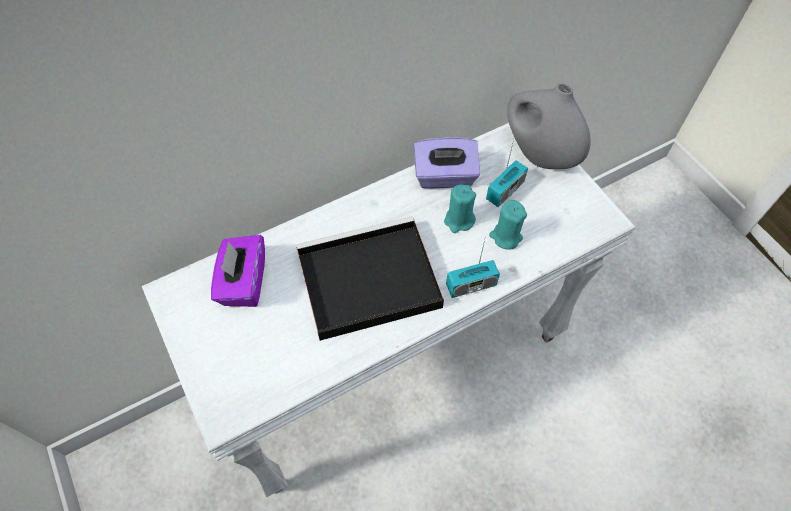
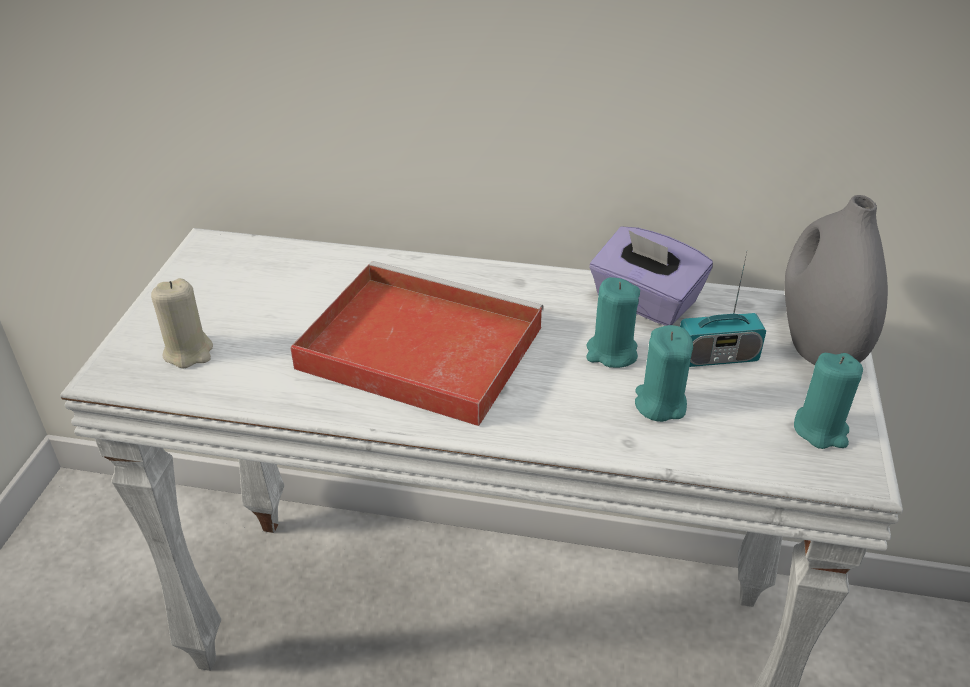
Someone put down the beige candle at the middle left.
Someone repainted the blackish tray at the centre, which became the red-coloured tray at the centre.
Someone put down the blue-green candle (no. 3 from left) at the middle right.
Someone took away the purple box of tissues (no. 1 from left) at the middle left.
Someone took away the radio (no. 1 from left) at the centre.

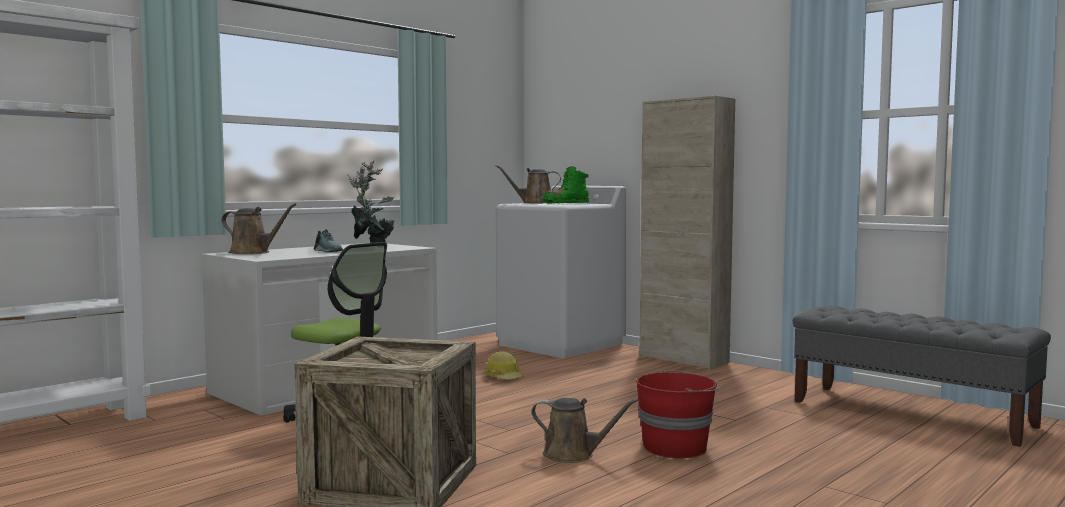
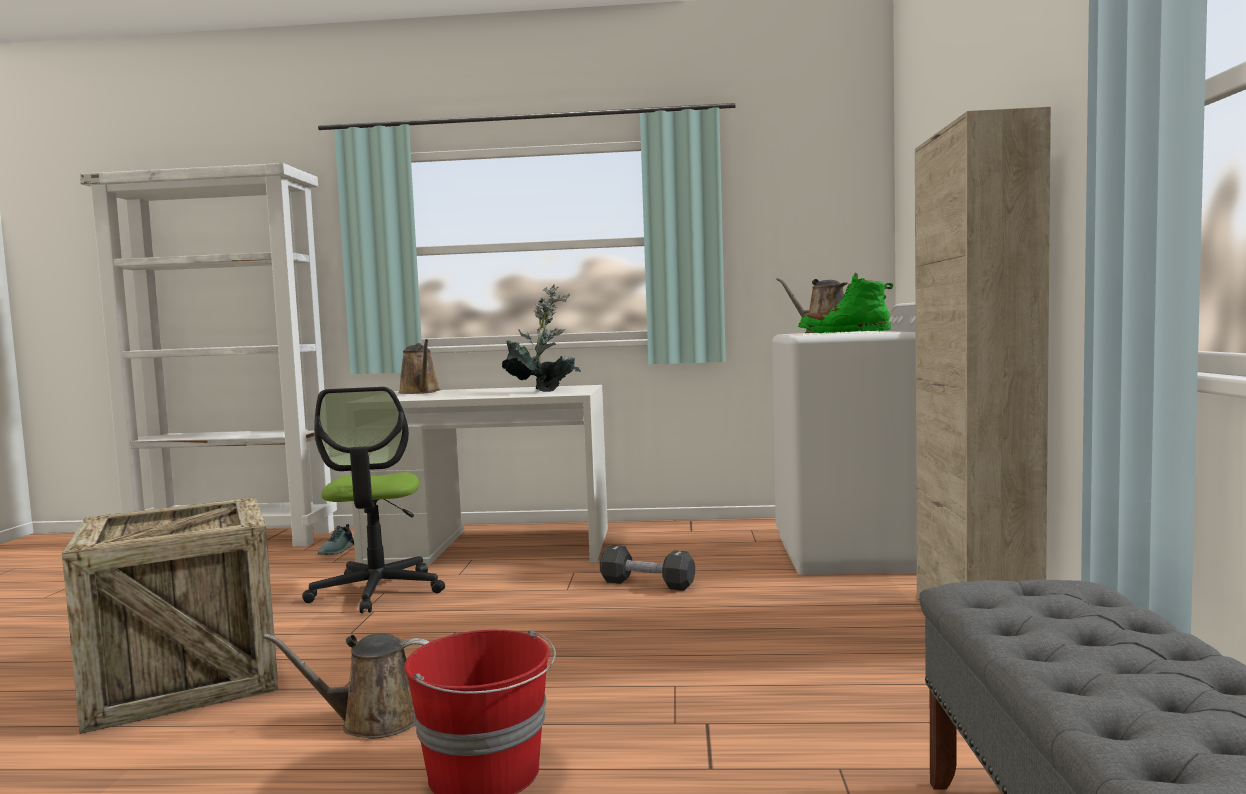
Someone rotated the brown watering pot (no. 3 from left in the first image) at the bottom centre by 105 degrees clockwise.
Someone carried the item of footwear from the middle left to the bottom left.
Someone swapped the work helmet at the bottom centre for the blackish free weight at the bottom centre.

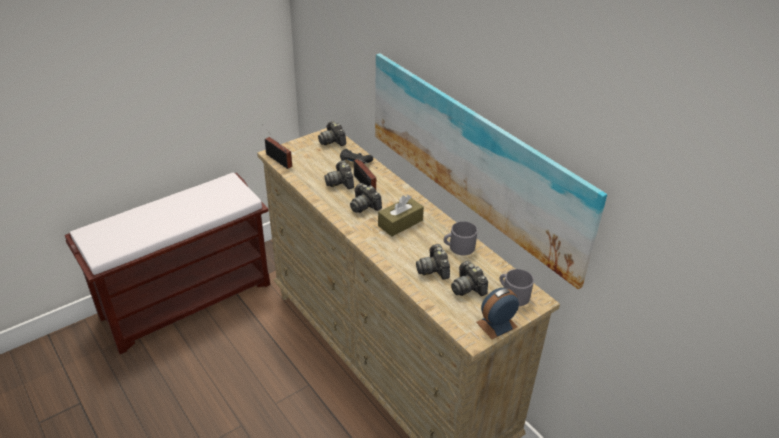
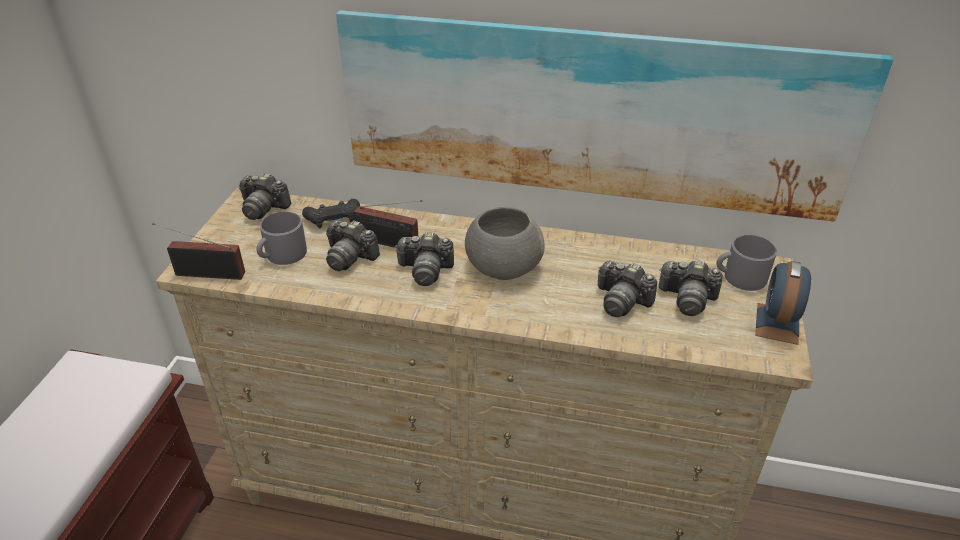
Someone carried the grey tea mug (no. 1 from left) from the centre to the middle left.
Someone swapped the brown box of tissues at the centre for the grey serving bowl at the centre.

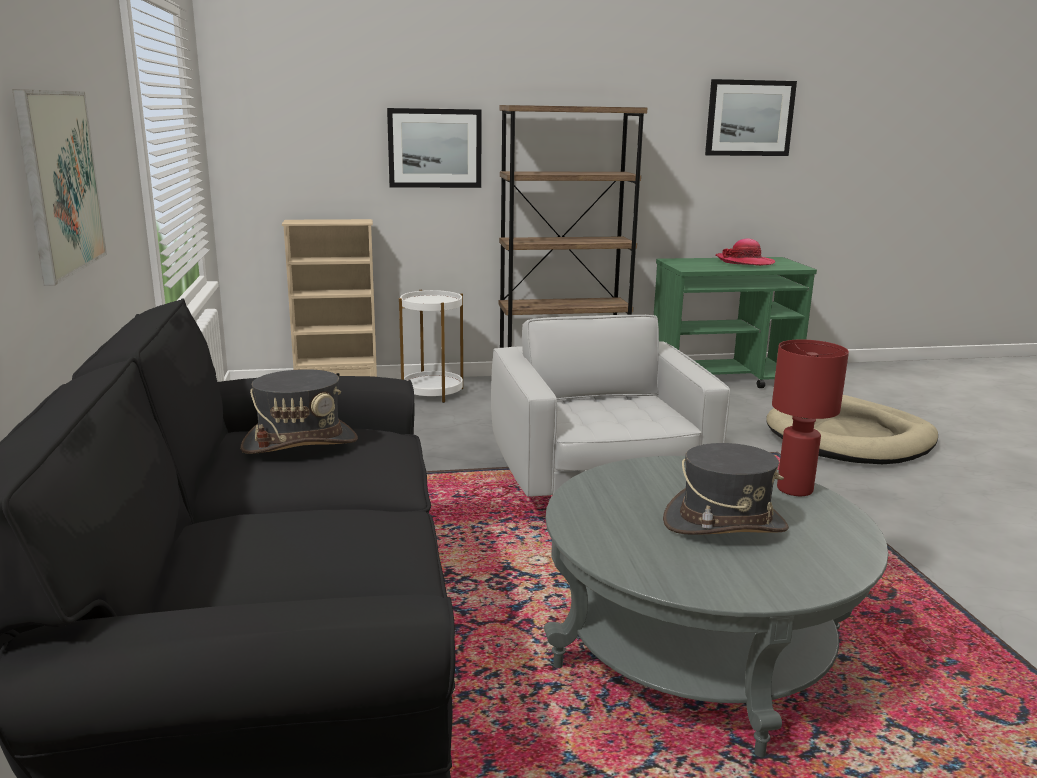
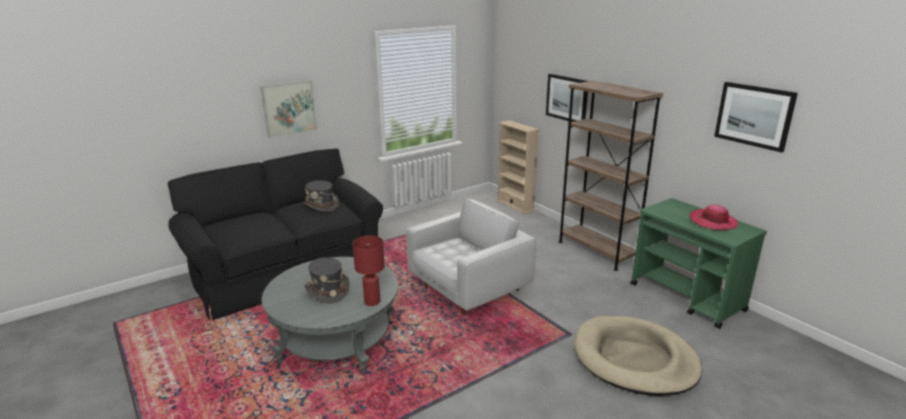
Someone took away the whitish end table at the centre.

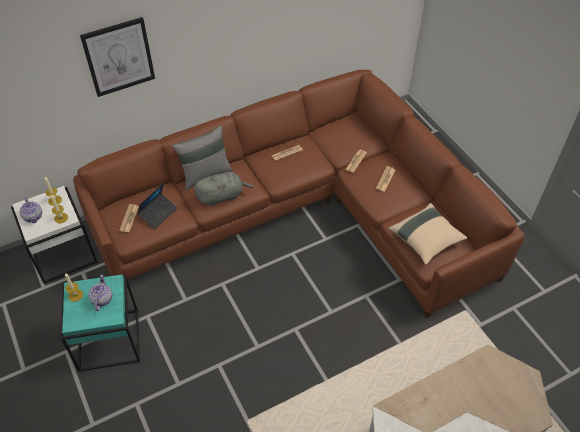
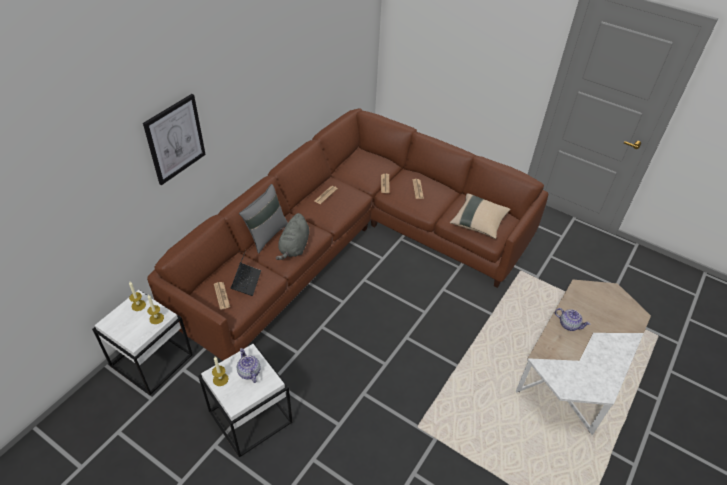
Someone repainted the blue-green end table at the bottom left, which became the whitish end table (no. 2 from left) at the bottom centre.
Someone rotated the grey plush toy at the centre by 150 degrees clockwise.
Someone carried the pot for tea (no. 1 from left in the first image) from the middle left to the middle right.

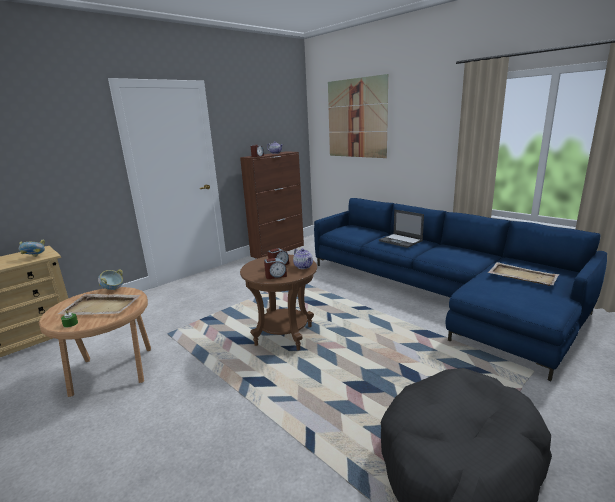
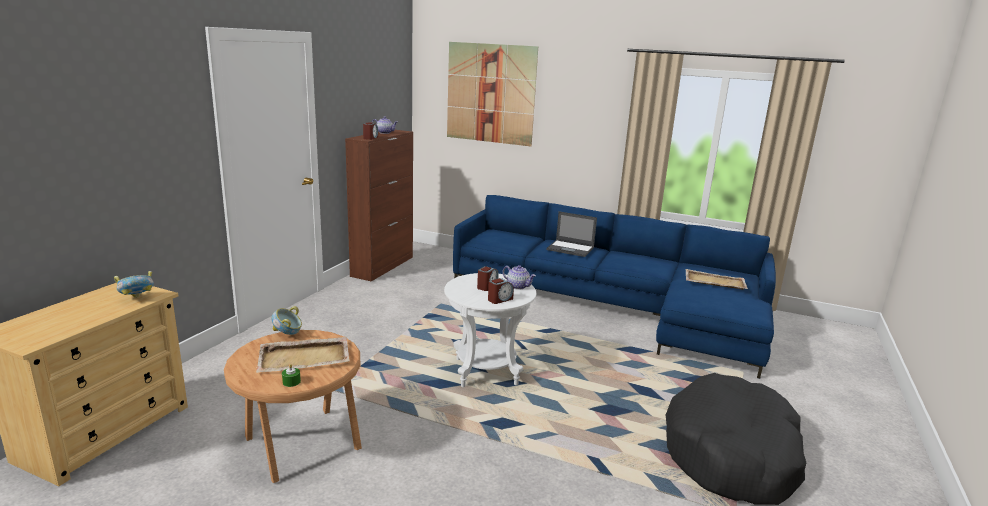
Someone repainted the brown end table (no. 2 from left) at the centre, which became the whitish end table at the centre.

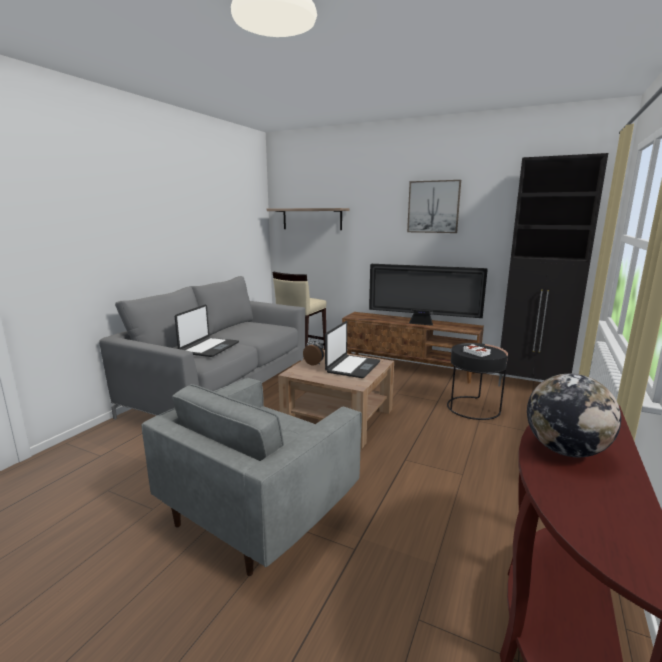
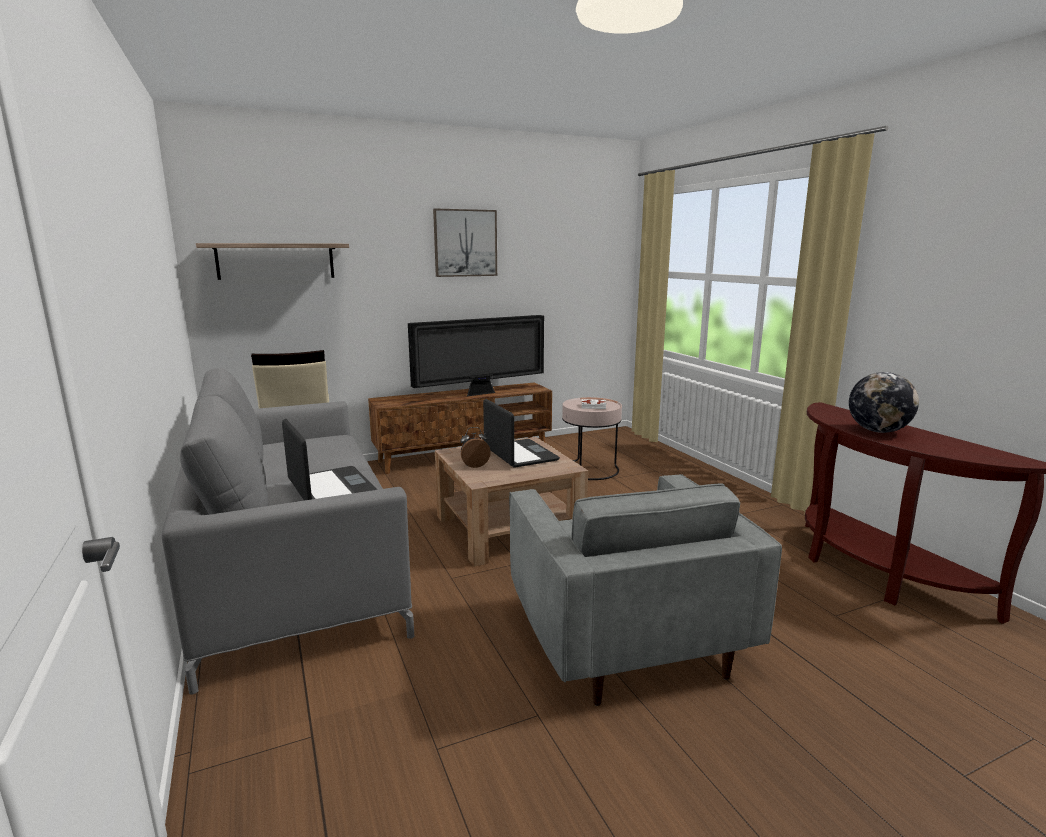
Someone repainted the blackish end table at the middle right, which became the pink-coloured end table at the centre.
Someone took away the blackish cabinet at the middle right.

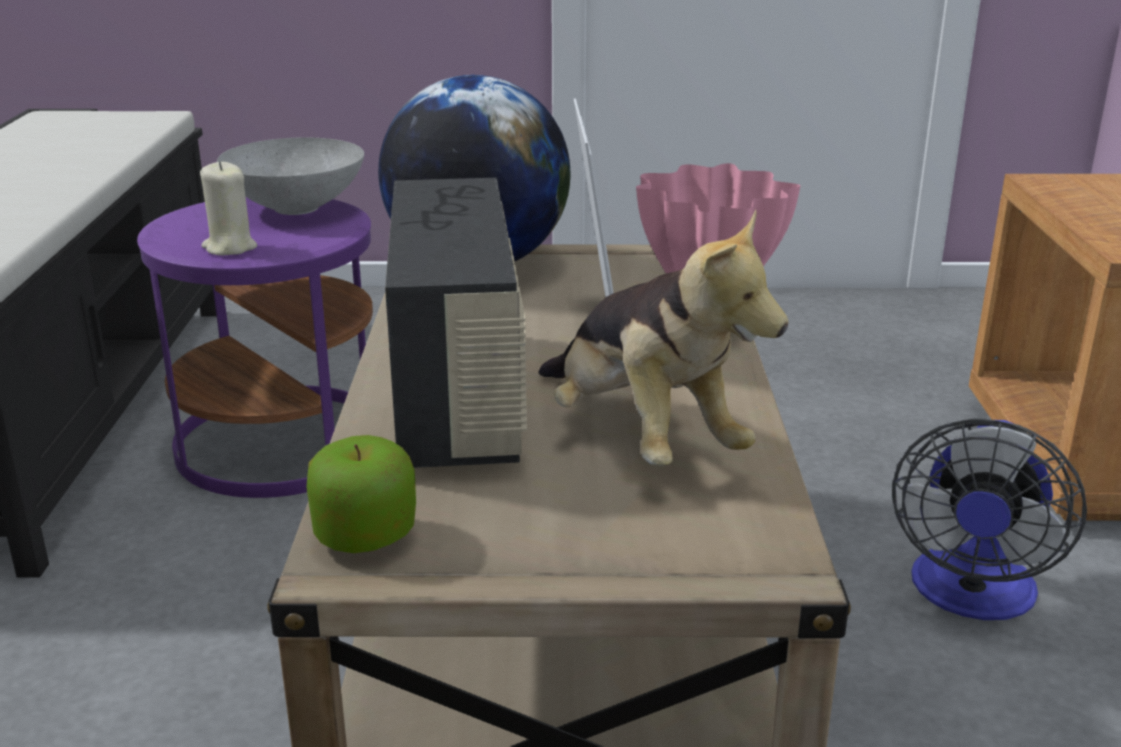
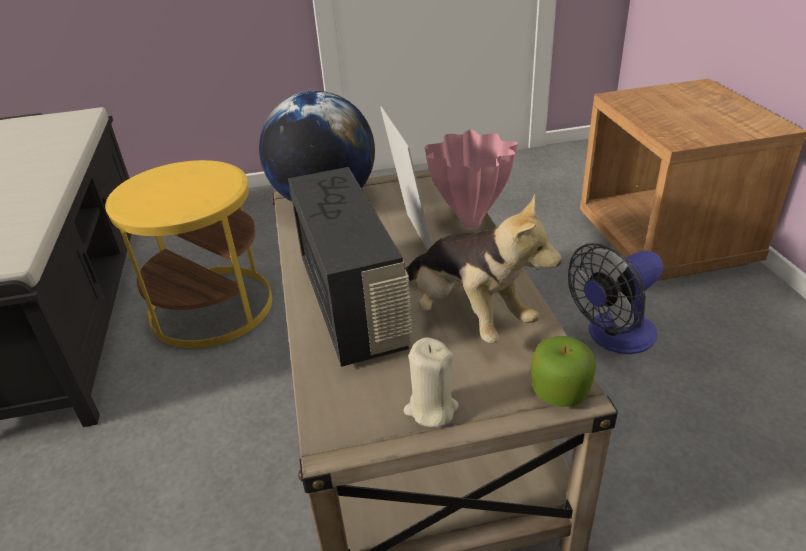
Someone repainted the purple end table at the middle left, which became the yellow-coloured end table at the middle left.
Someone carried the beige candle from the top left to the bottom centre.
Someone carried the apple fruit from the middle left to the bottom right.
Someone rotated the electric fan at the bottom right by 45 degrees clockwise.
Someone took away the grey serving bowl at the top left.

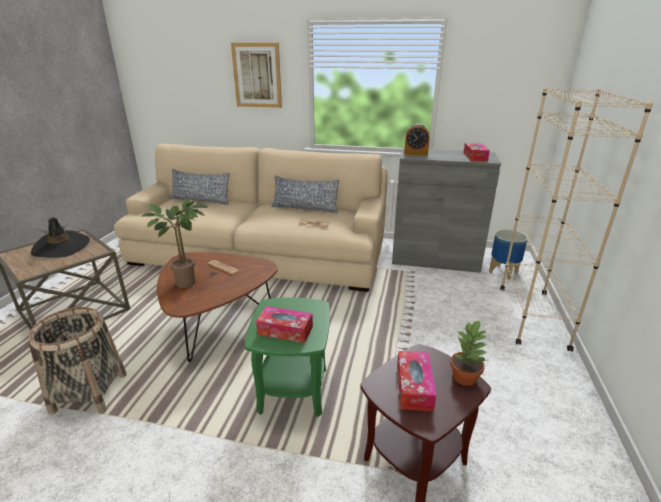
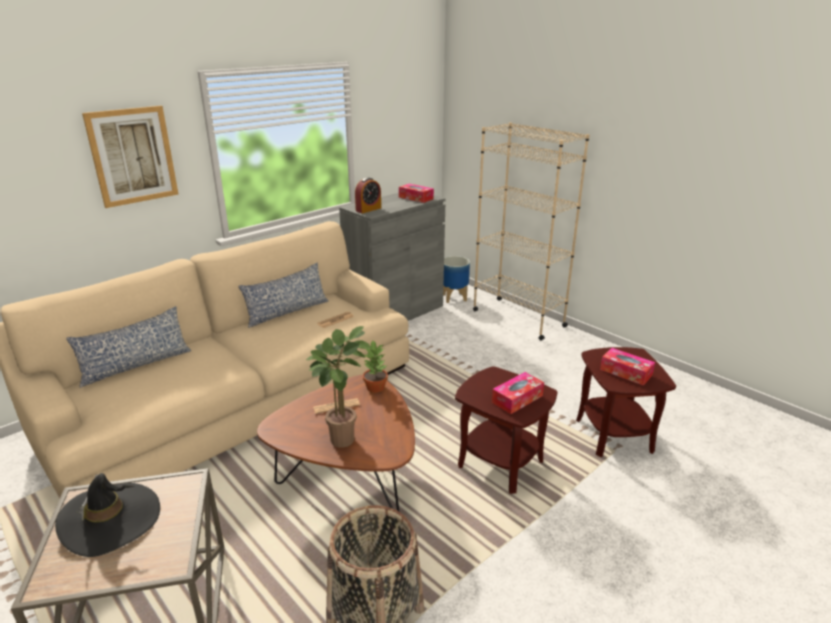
Someone carried the houseplant (no. 2 from left) from the bottom right to the centre.
Someone repainted the green-coloured end table at the bottom centre, which became the brown end table (no. 2 from left) at the bottom centre.

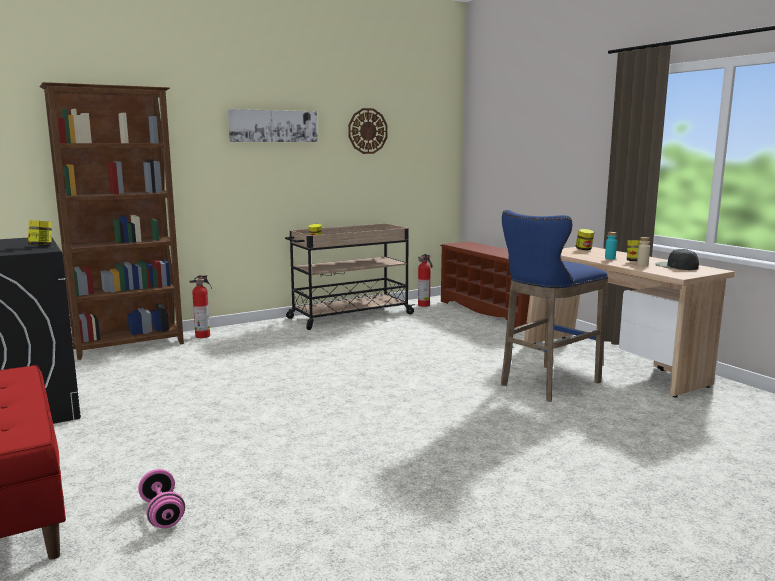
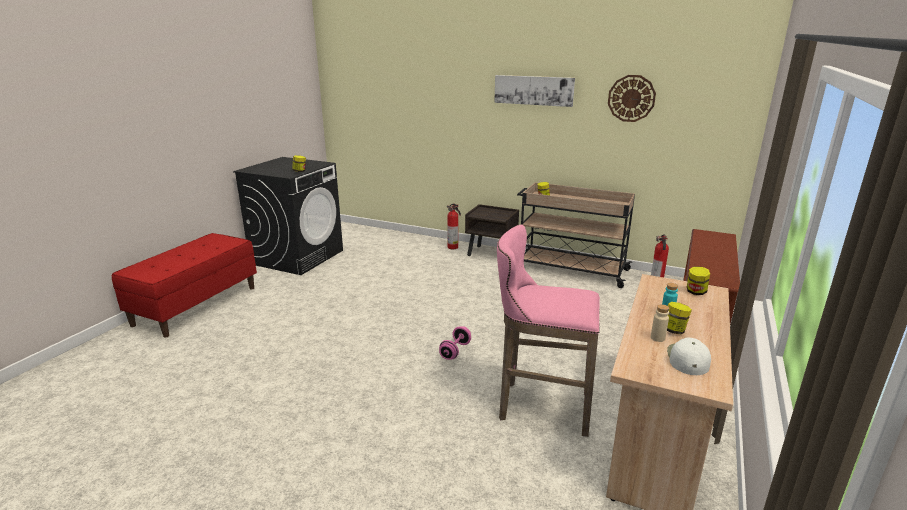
Someone carried the pink-coloured free weight from the bottom left to the bottom centre.
Someone put down the brown nightstand at the centre.
Someone repainted the bluish stool seat at the middle right, which became the pink-coloured stool seat at the centre.
Someone repainted the blackish peaked cap at the middle right, which became the whitish peaked cap at the bottom right.
Someone took away the brown bookshelf at the middle left.

